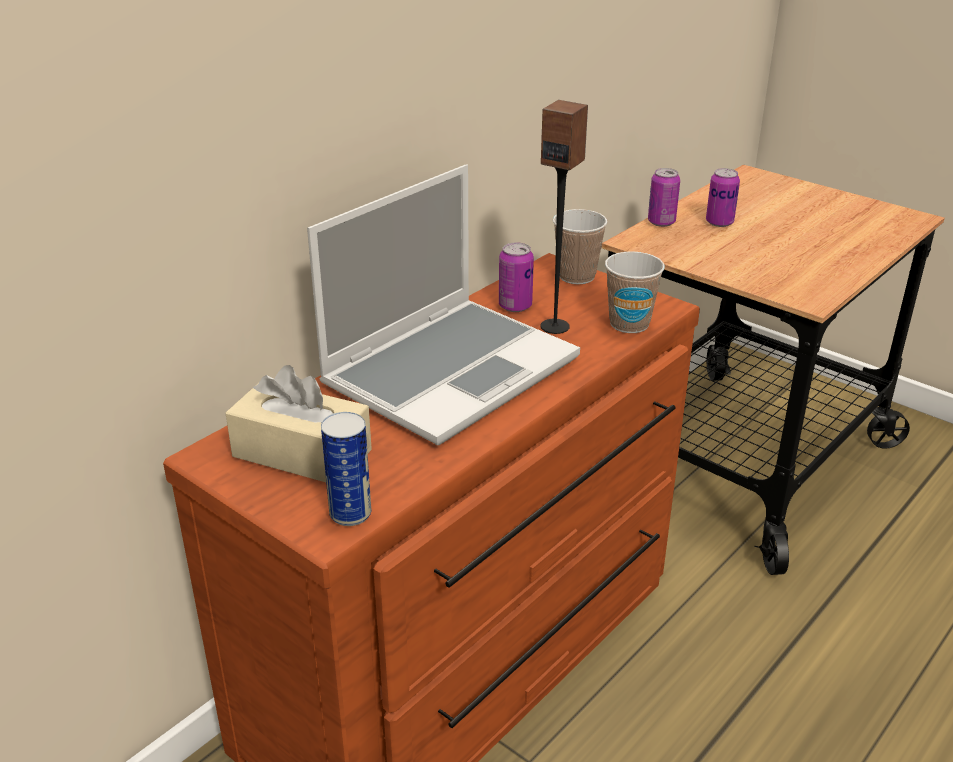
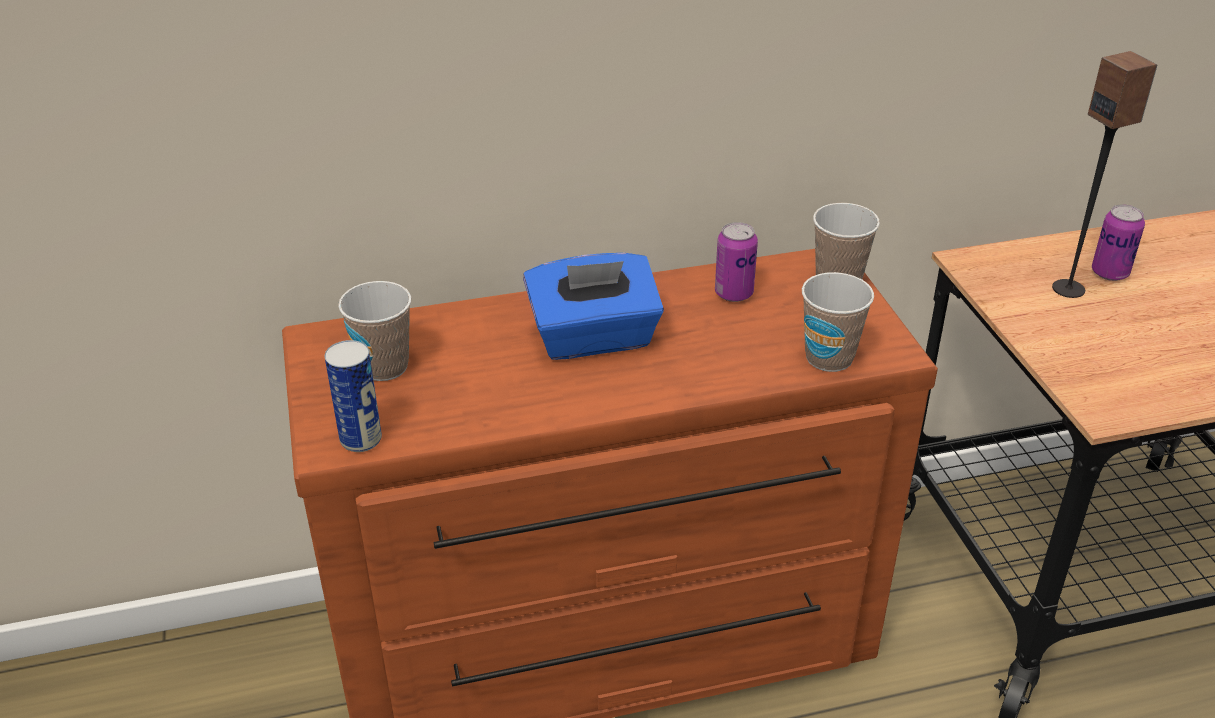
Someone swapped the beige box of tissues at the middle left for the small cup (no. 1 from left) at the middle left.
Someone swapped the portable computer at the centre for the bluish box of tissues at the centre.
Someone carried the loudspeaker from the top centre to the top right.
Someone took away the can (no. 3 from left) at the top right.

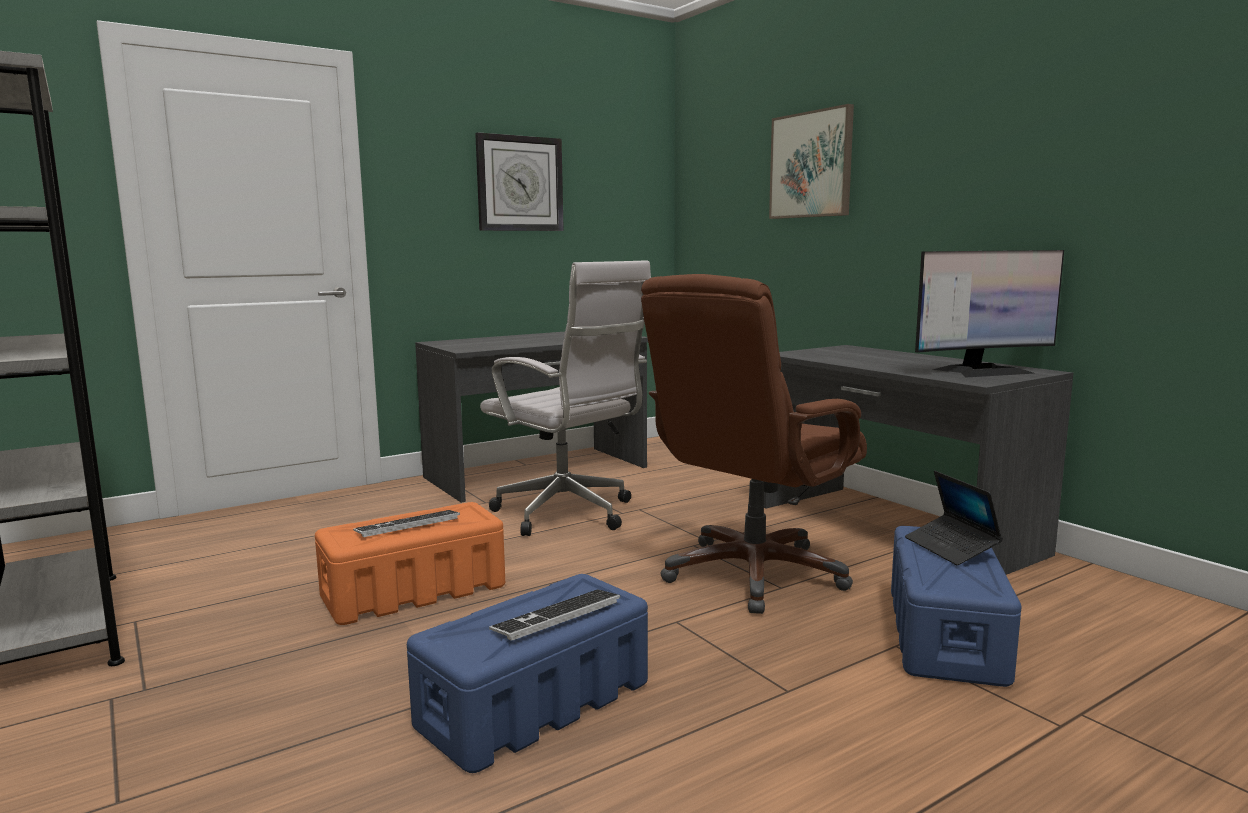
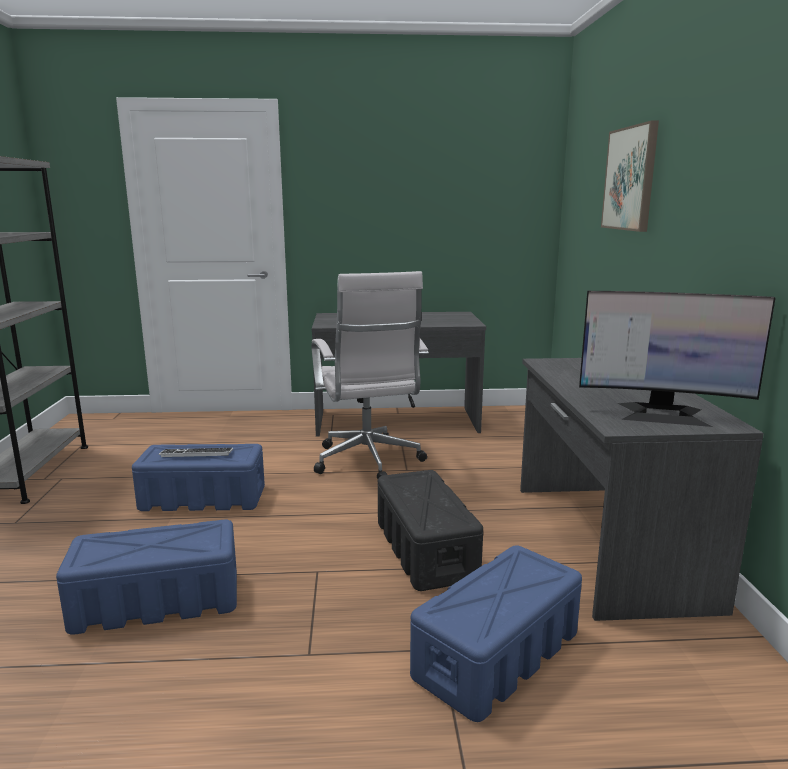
Someone repainted the orange-coloured storage bin at the bottom left, which became the bluish storage bin (no. 2 from left) at the middle left.
Someone swapped the brown office chair at the centre for the blackish storage bin at the bottom centre.
Someone took away the hanging clock at the top centre.
Someone took away the computer keyboard (no. 2 from left) at the bottom centre.
Someone took away the portable computer at the middle right.

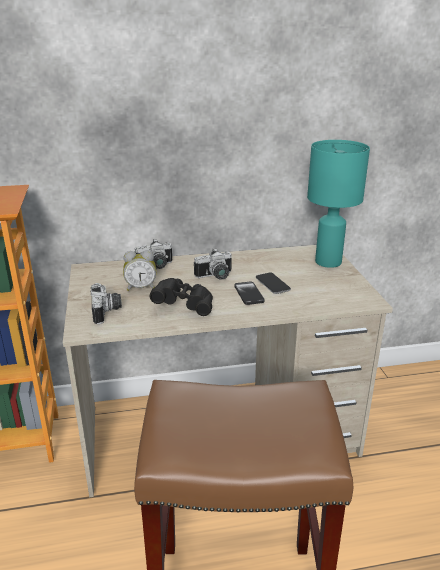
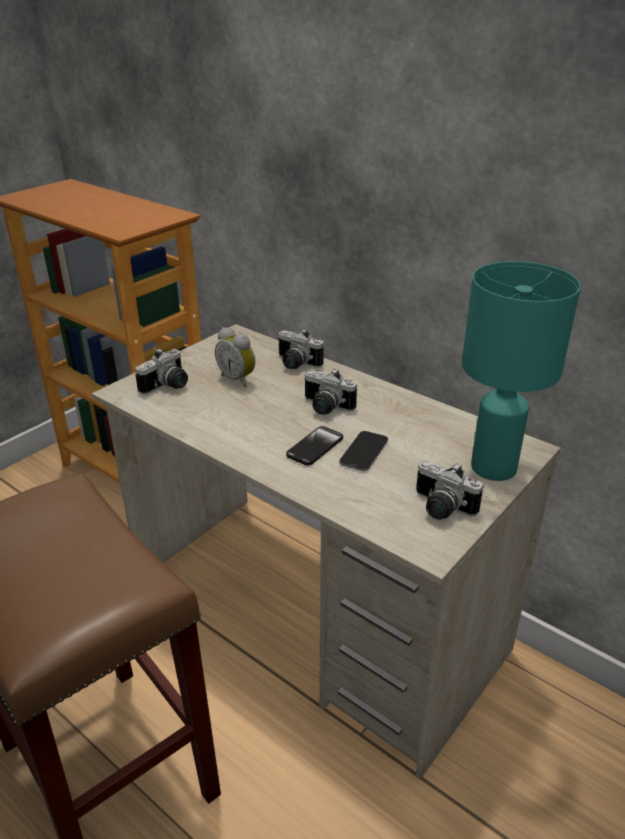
Someone put down the photo camera (no. 4 from left) at the middle right.
Someone took away the blackish pair of binoculars at the centre.

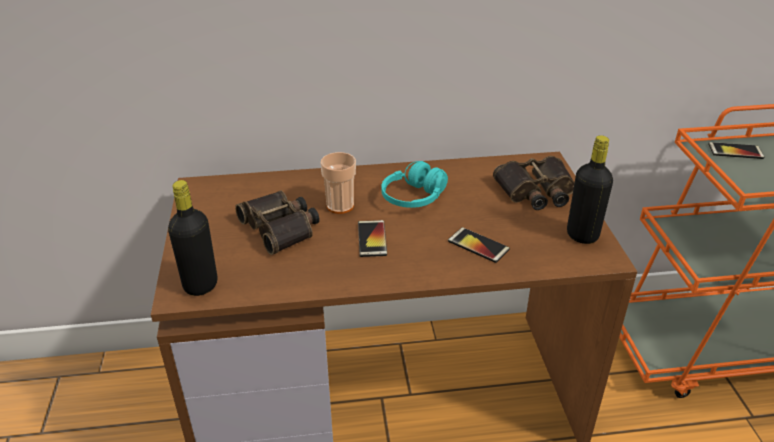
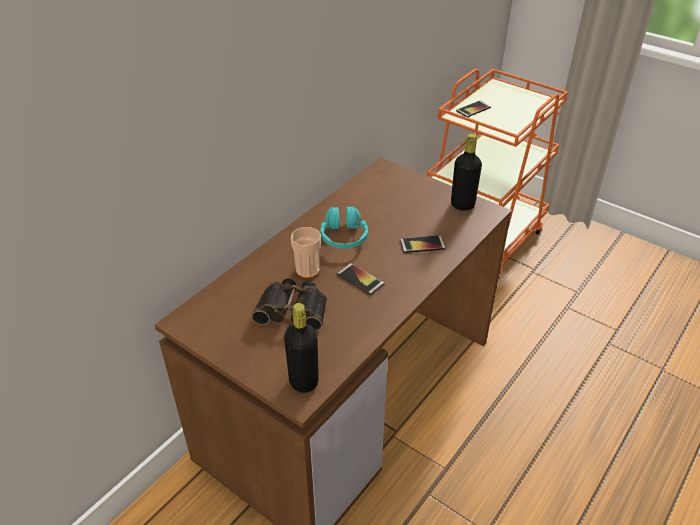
Someone took away the pair of binoculars (no. 2 from left) at the middle right.

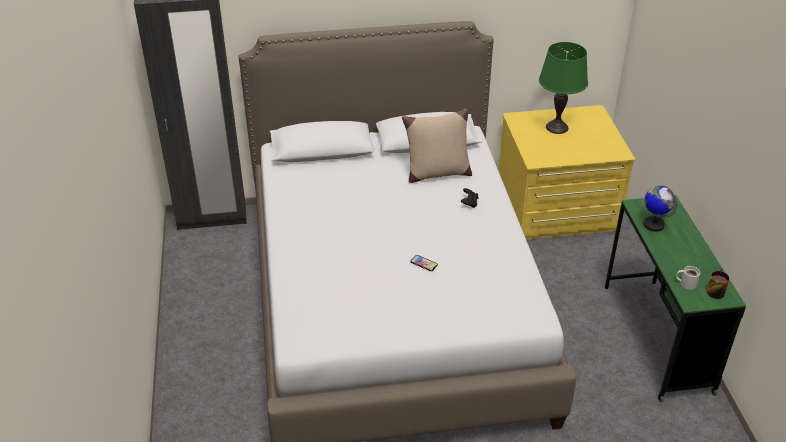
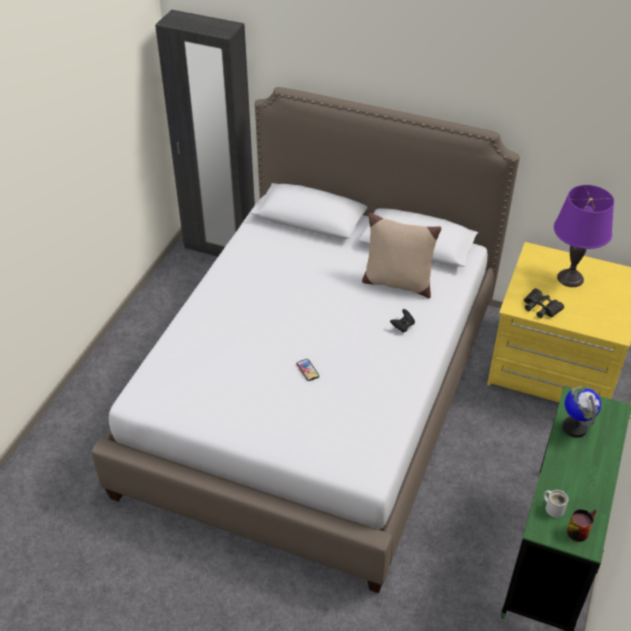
Someone put down the blackish pair of binoculars at the middle right.
Someone repainted the green-coloured lamp for a table at the top right, which became the purple lamp for a table at the middle right.

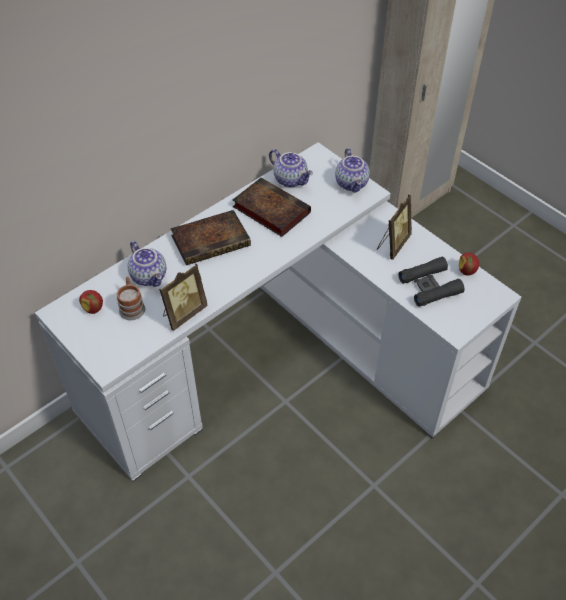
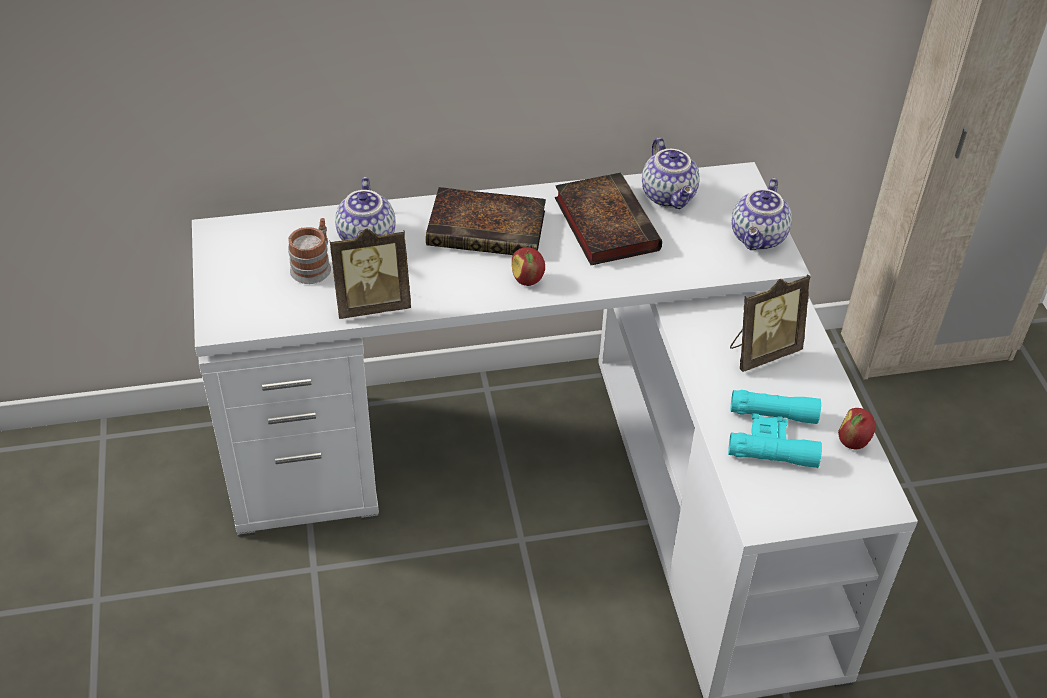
Someone carried the apple fruit (no. 1 from left) from the middle left to the centre.
Someone repainted the blackish pair of binoculars at the middle right, which became the blue-green pair of binoculars at the middle right.

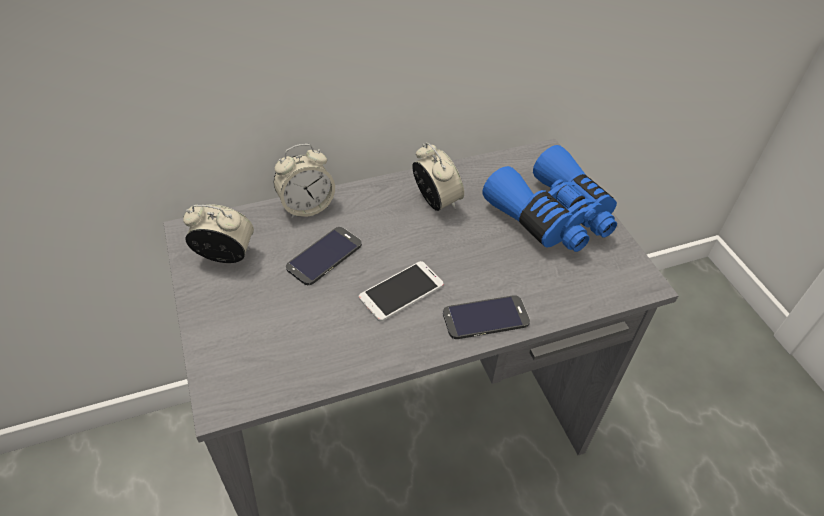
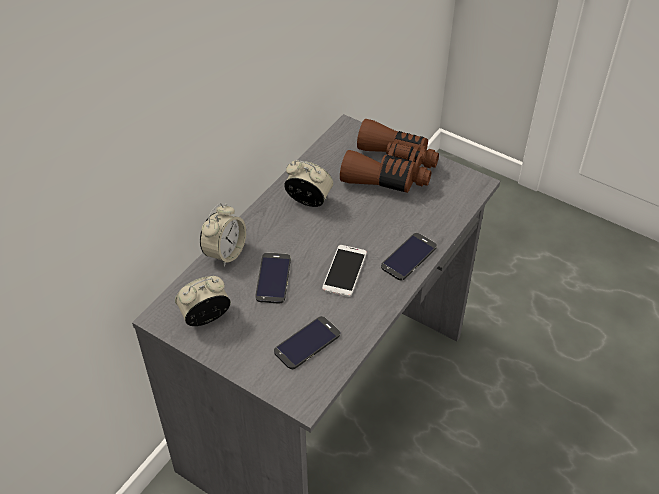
Someone put down the handset (no. 2 from left) at the bottom centre.
Someone repainted the bluish pair of binoculars at the centre, which became the brown pair of binoculars at the top centre.

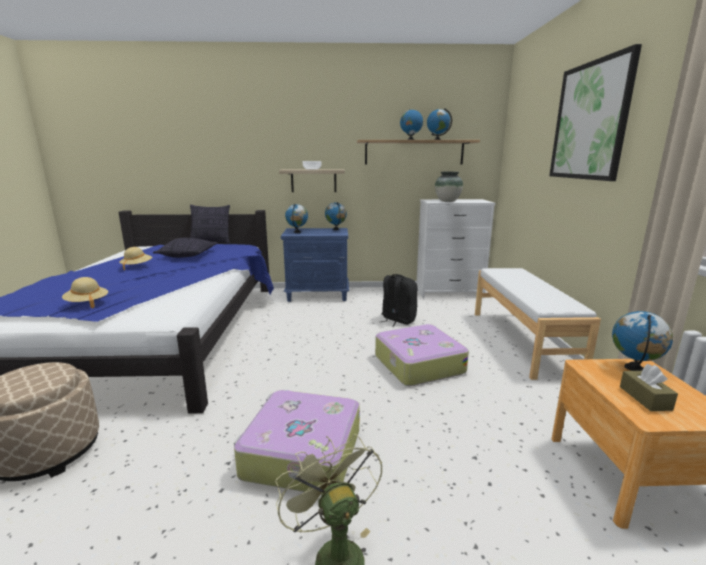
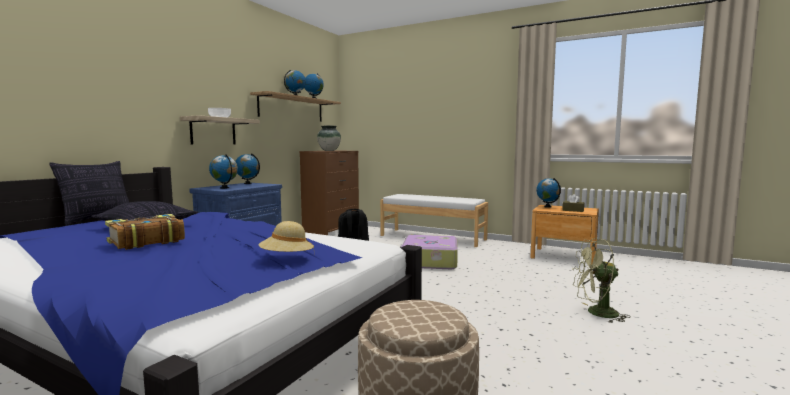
Someone swapped the beige clothing hat (no. 2 from left) at the middle left for the book at the middle left.
Someone repainted the whitish chest of drawers at the centre, which became the brown chest of drawers at the centre.
Someone took away the suitcase (no. 1 from left) at the bottom centre.
Someone took away the wall picture at the top right.

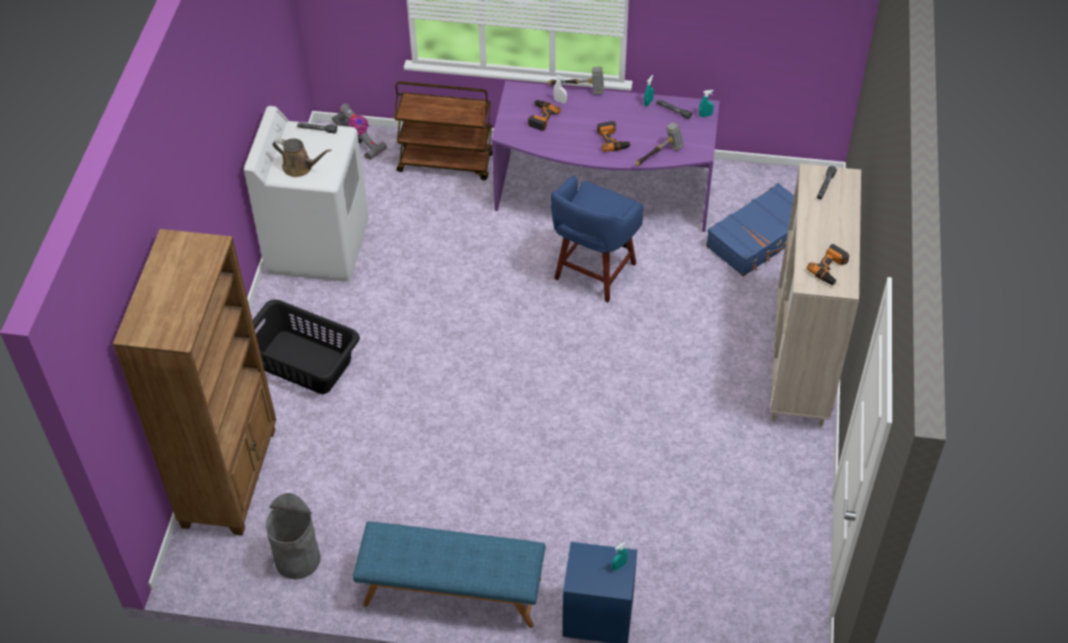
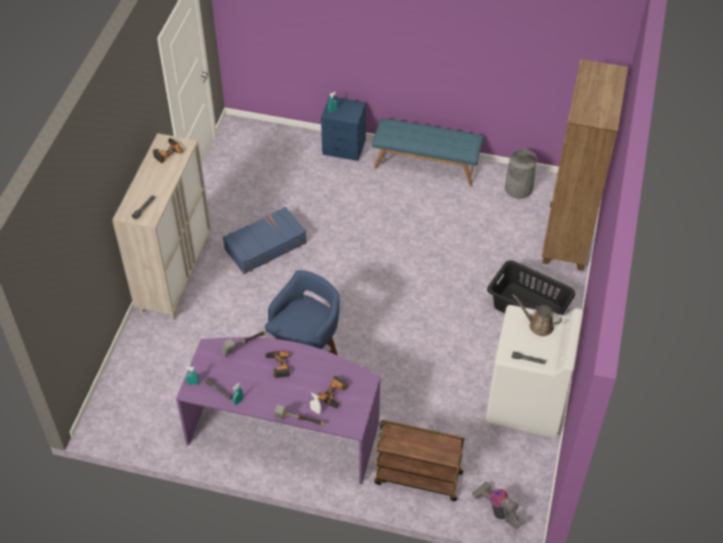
Someone carried the bluish suitcase from the middle right to the centre.

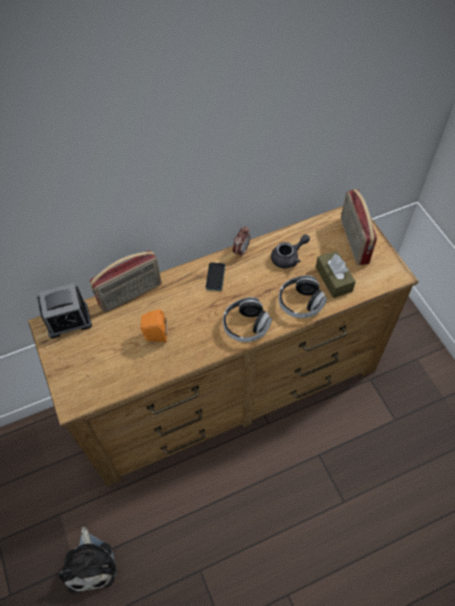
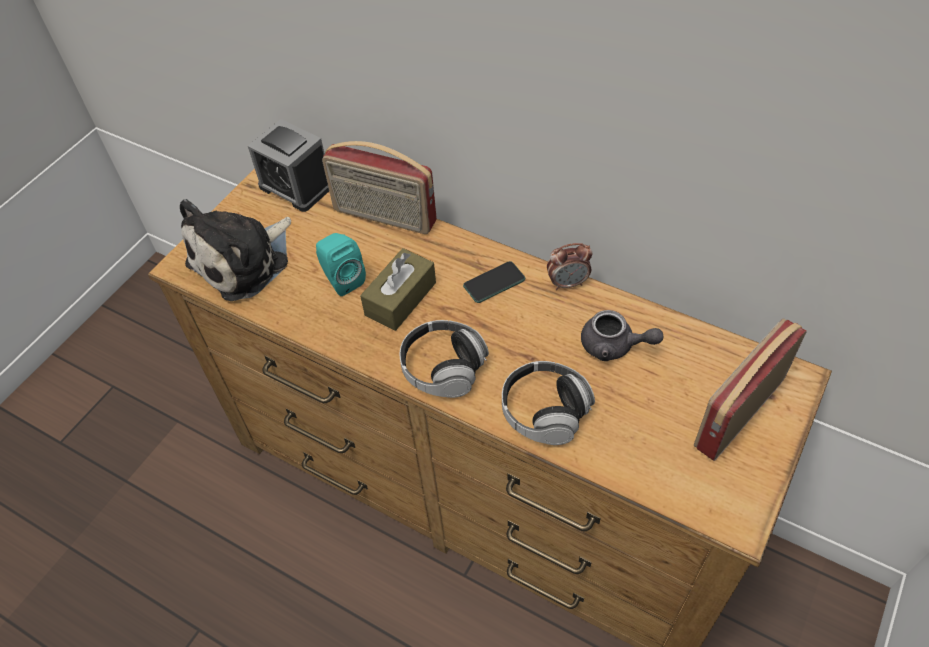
Someone carried the plush toy from the bottom left to the middle left.
Someone repainted the orange-coloured loudspeaker at the centre, which became the blue-green loudspeaker at the centre.
Someone carried the brown box of tissues from the middle right to the centre.

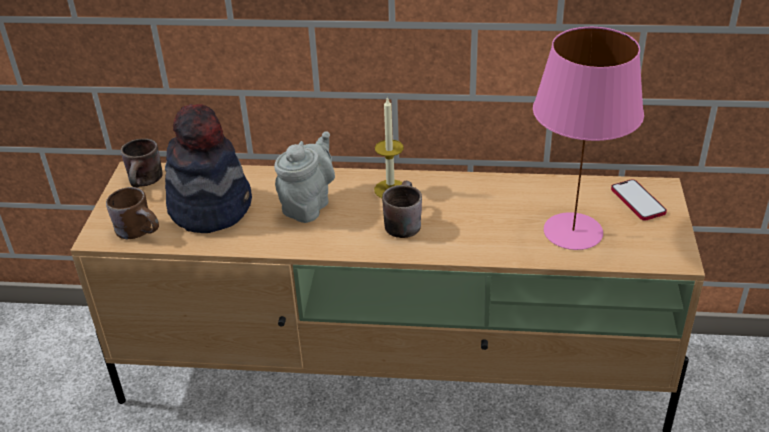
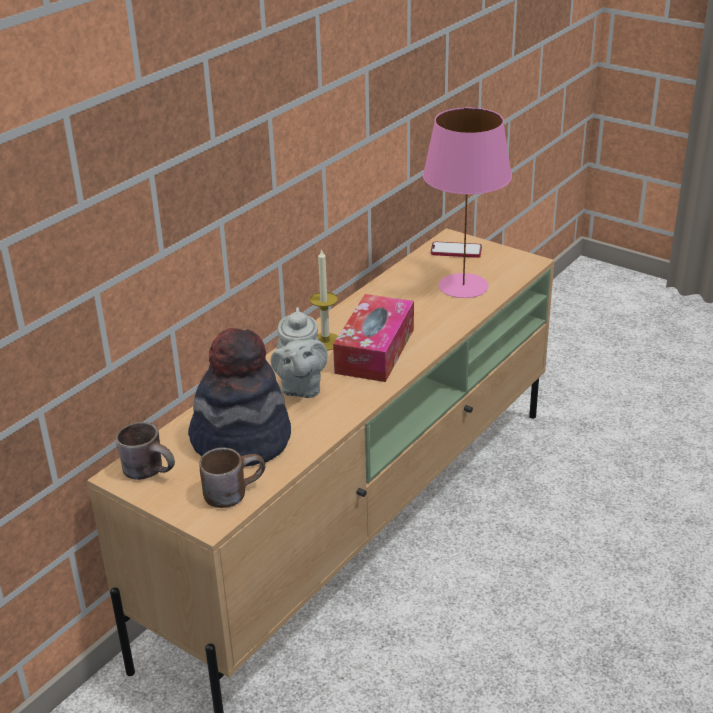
Someone rotated the grey pot for tea at the centre by 150 degrees counterclockwise.
Someone swapped the brown tea mug (no. 3 from left) at the centre for the box of tissues at the centre.

